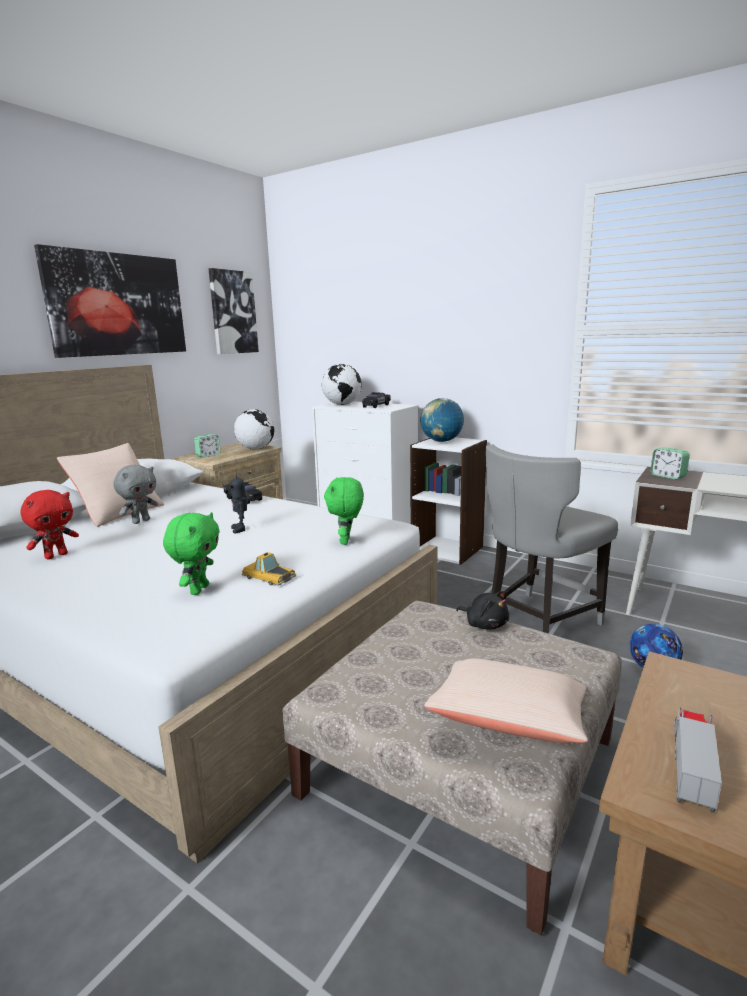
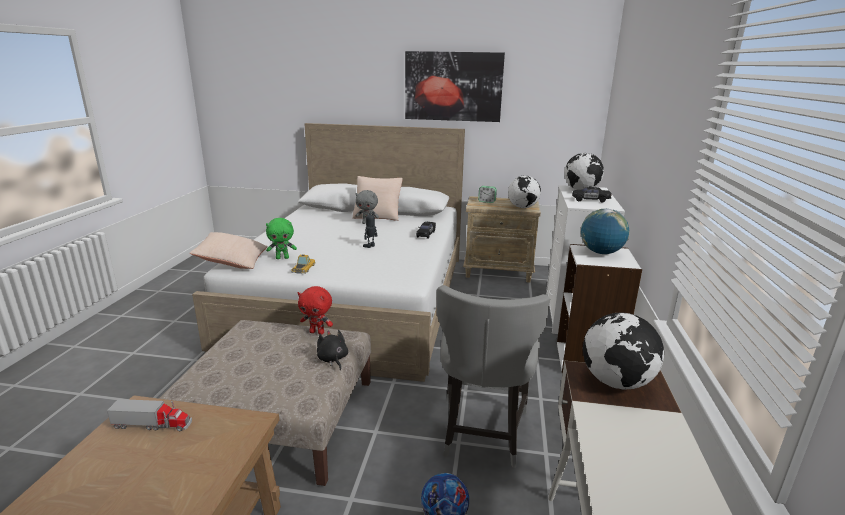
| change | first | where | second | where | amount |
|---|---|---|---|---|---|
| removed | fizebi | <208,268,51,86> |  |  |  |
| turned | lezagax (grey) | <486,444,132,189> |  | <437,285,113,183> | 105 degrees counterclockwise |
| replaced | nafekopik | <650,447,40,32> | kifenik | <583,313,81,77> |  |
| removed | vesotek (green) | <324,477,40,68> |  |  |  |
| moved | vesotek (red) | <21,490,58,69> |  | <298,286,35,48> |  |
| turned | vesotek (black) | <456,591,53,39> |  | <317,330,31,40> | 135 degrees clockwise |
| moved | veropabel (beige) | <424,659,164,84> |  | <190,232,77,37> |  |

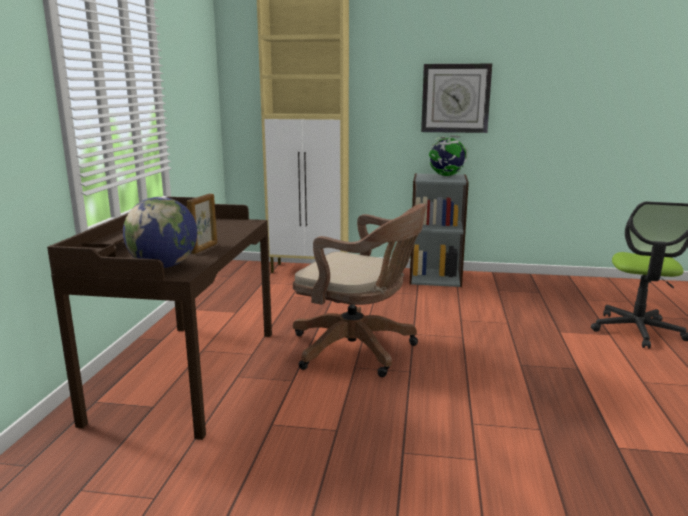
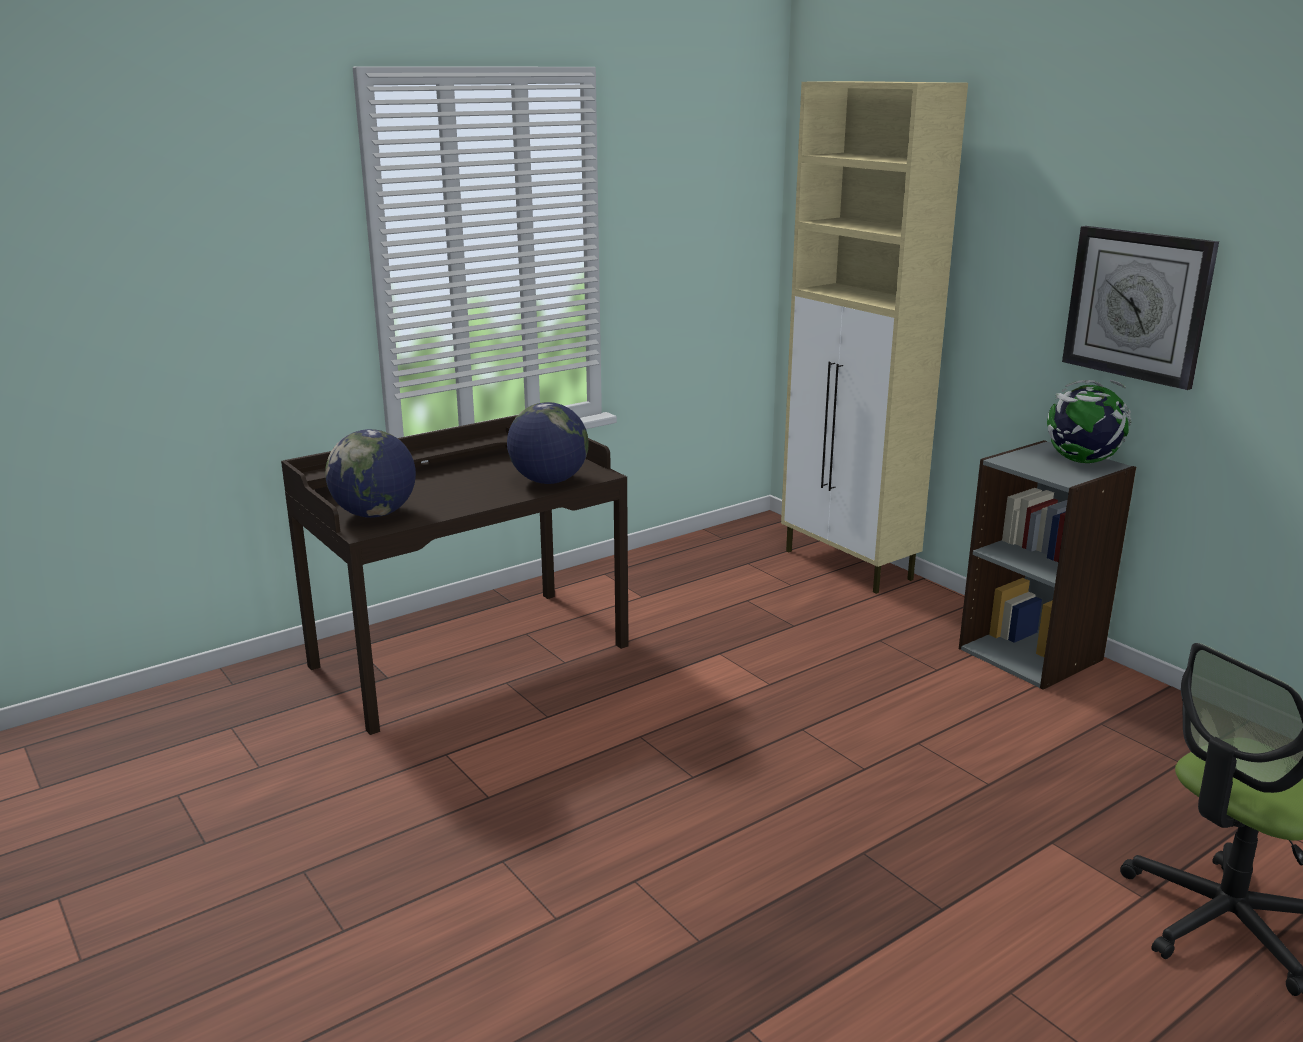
| change | first | where | second | where | amount |
|---|---|---|---|---|---|
| removed | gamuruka | <187,194,30,60> |  |  |  |
| removed | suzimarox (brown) | <293,204,134,173> |  |  |  |
| added |  |  | kifenik | <507,402,82,82> |  |

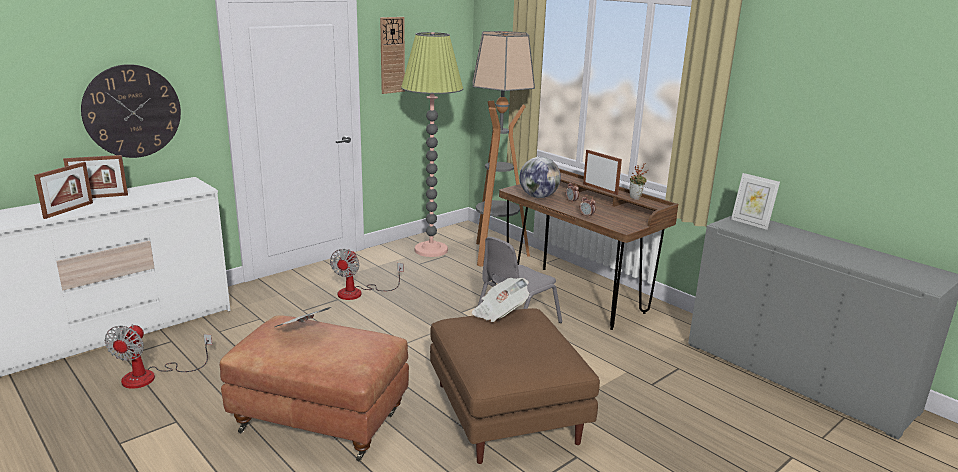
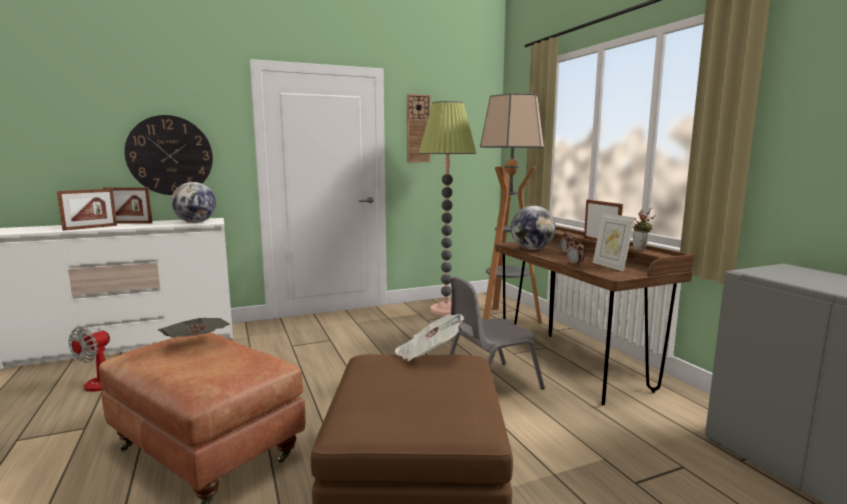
| change | first | where | second | where | amount |
|---|---|---|---|---|---|
| moved | gamuruka | <731,173,49,57> |  | <593,213,42,58> |  |
| removed | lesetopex | <330,249,73,51> |  |  |  |
| added |  |  | kifenik | <171,182,45,41> |  |

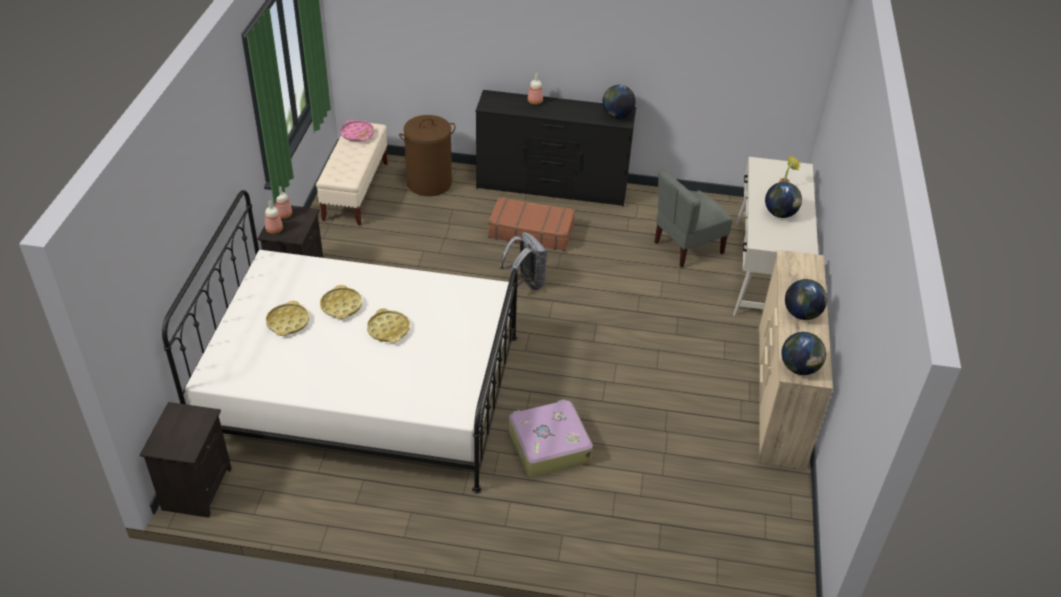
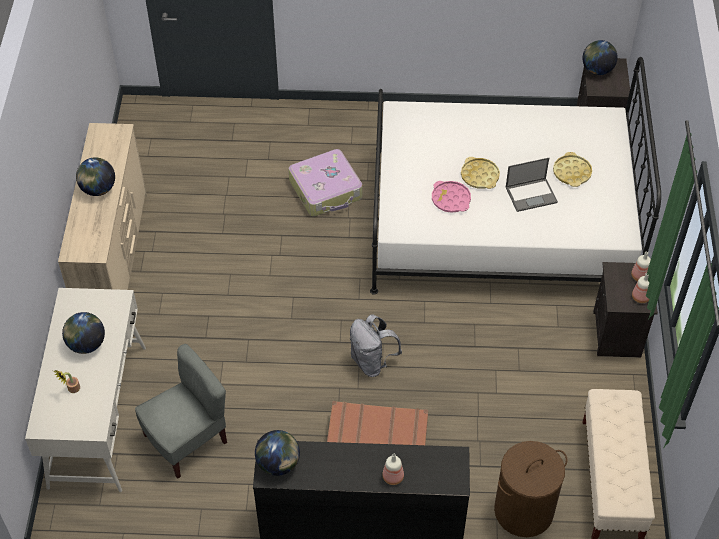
| change | first | where | second | where | amount |
|---|---|---|---|---|---|
| moved | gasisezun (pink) | <340,120,34,21> |  | <432,181,39,32> |  |
| replaced | gasisezun (yellow) | <320,285,42,34> | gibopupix | <506,158,52,54> |  |
| moved | kifenik | <781,332,45,43> |  | <582,40,36,35> |  |

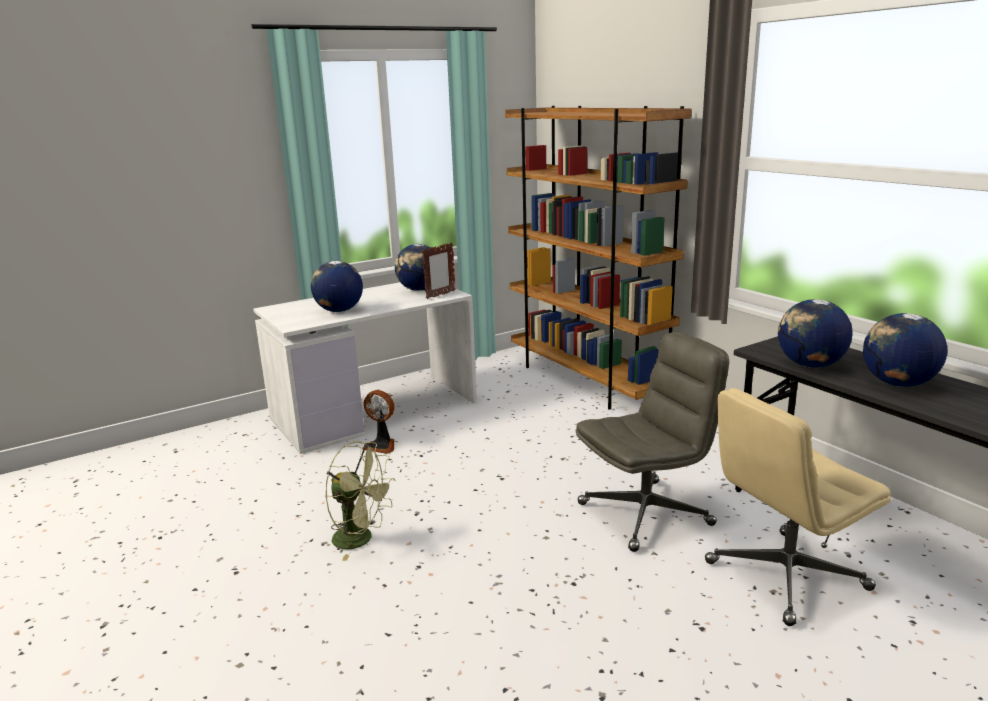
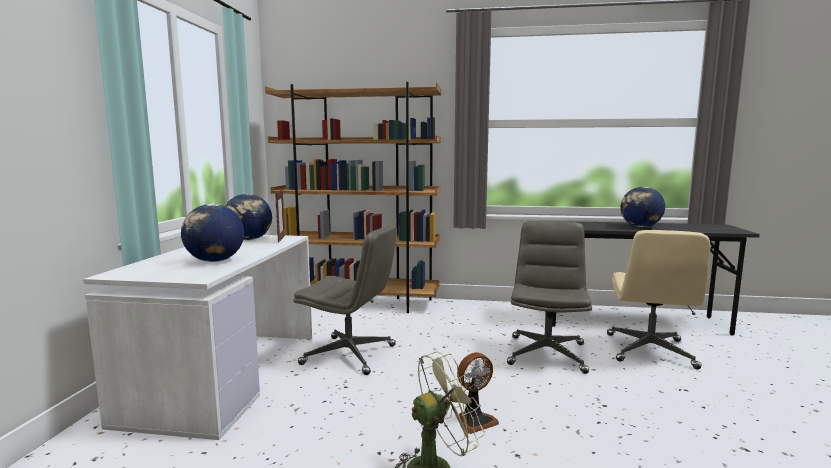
| change | first | where | second | where | amount |
|---|---|---|---|---|---|
| removed | kifenik | <778,299,75,69> |  |  |  |
| moved | lesetopex | <362,390,32,64> |  | <457,352,42,82> |  |
| added |  |  | suzimarox (grey) | <294,226,103,149> |  |

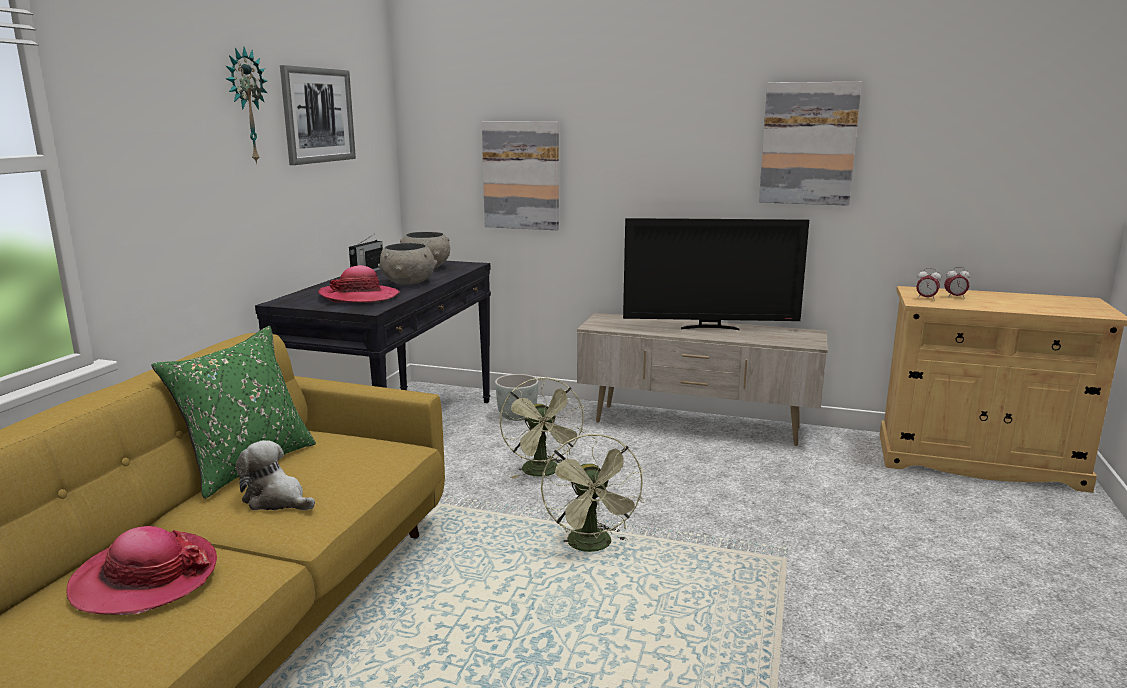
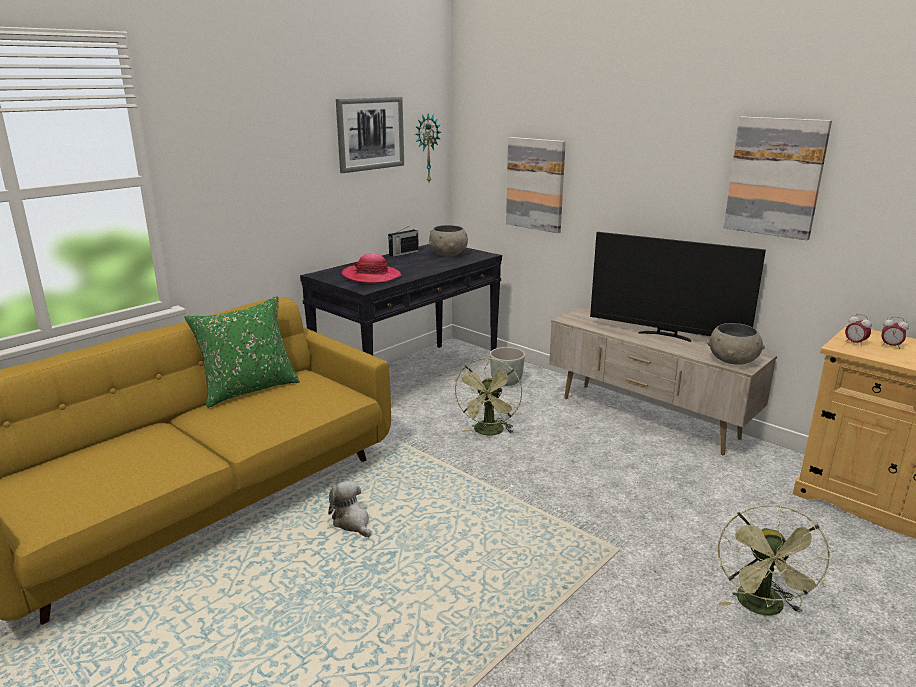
| change | first | where | second | where | amount |
|---|---|---|---|---|---|
| moved | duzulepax | <226,47,41,117> |  | <415,113,26,69> |  |
| moved | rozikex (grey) | <378,243,59,42> |  | <707,323,58,42> |  |
| moved | lesetopex (green) | <541,433,103,119> |  | <718,505,114,110> |  |
| moved | vesotek | <236,440,79,70> |  | <328,481,43,56> |  |
| removed | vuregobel | <66,526,151,89> |  |  |  |

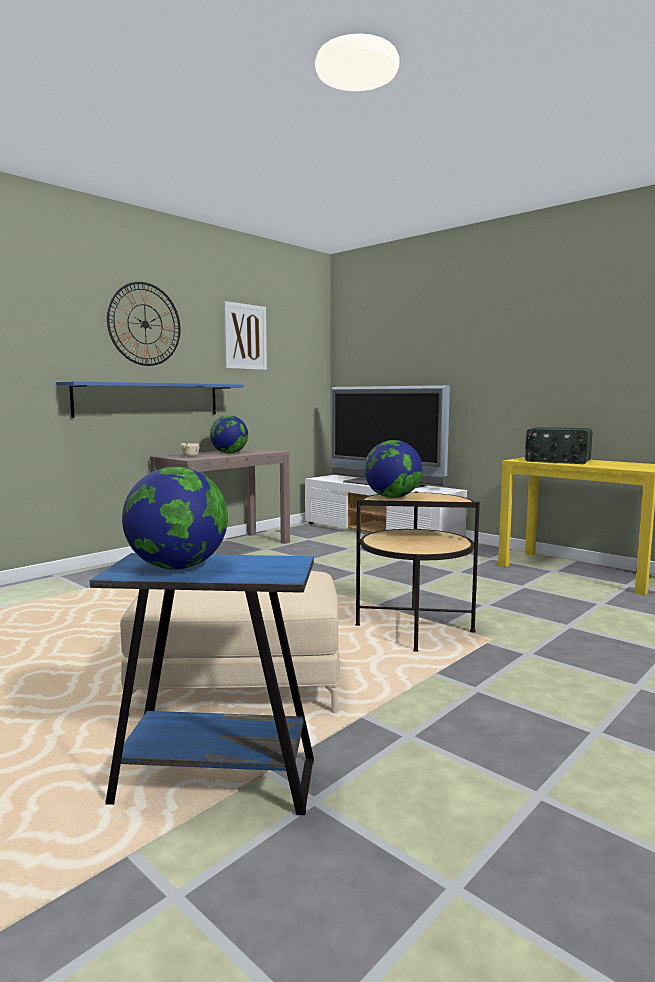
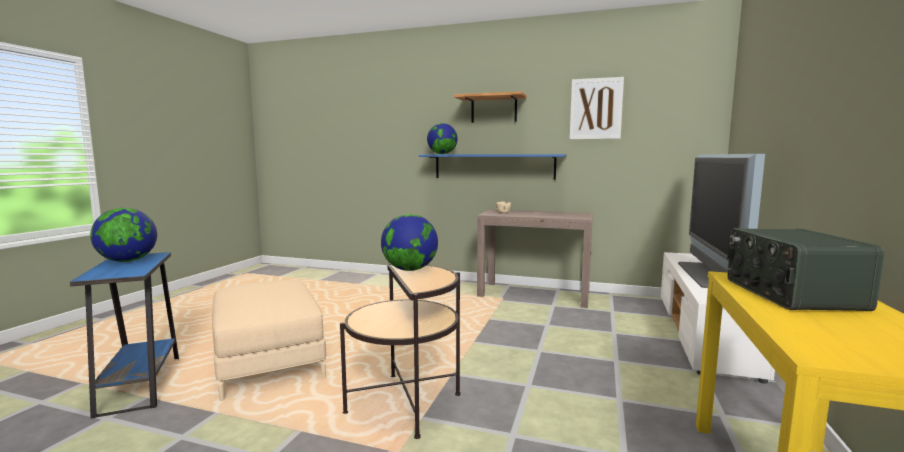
| change | first | where | second | where | amount |
|---|---|---|---|---|---|
| replaced | duzulepax | <107,282,73,84> | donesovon | <454,91,73,32> |  |
| moved | kifenik | <210,415,38,38> |  | <427,123,31,31> |  |

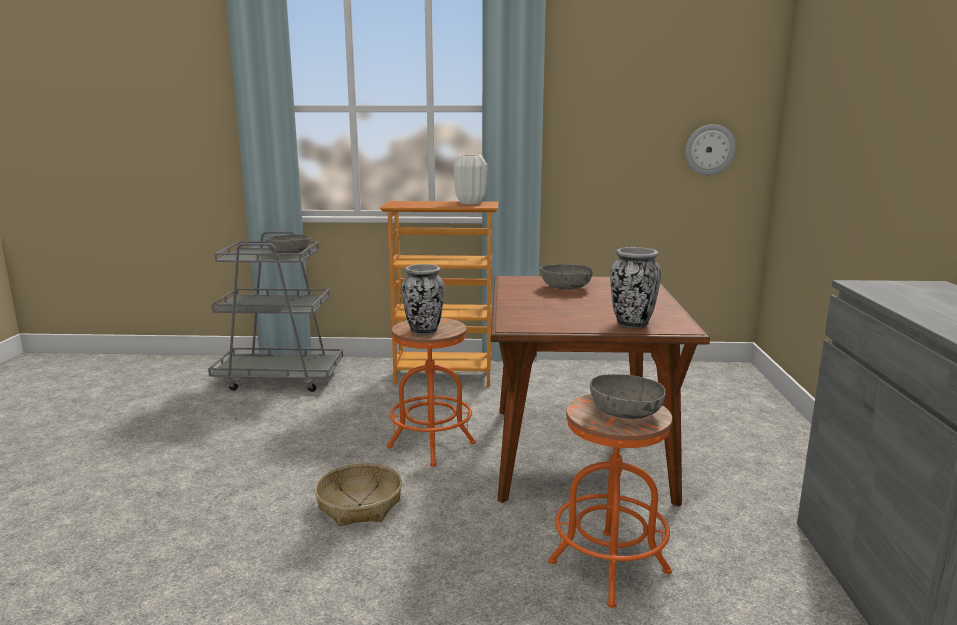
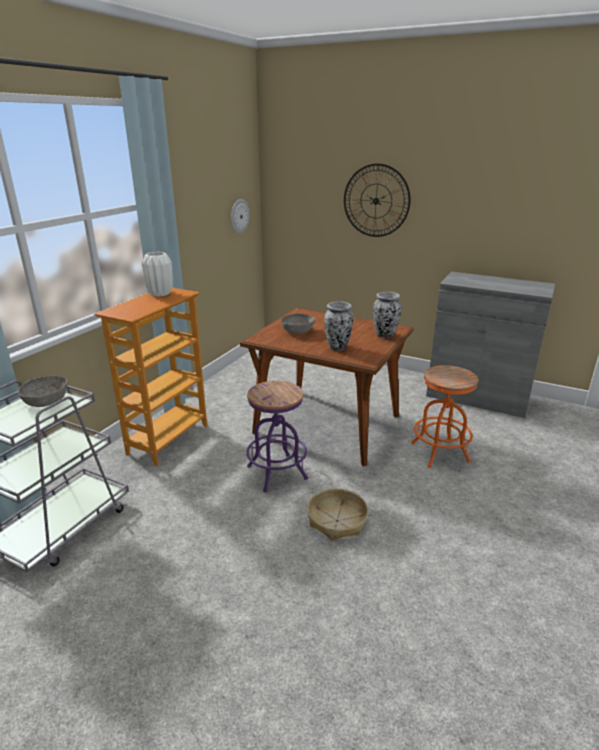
| change | first | where | second | where | amount |
|---|---|---|---|---|---|
| moved | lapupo | <402,264,42,70> |  | <324,301,29,50> |  |
| recoloured | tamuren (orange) | <387,318,89,149> | tamuren (purple) | <246,381,62,111> |  |
| removed | rozikex (grey) | <590,374,76,45> |  |  |  |
| added |  |  | duzulepax | <344,164,67,73> |  |

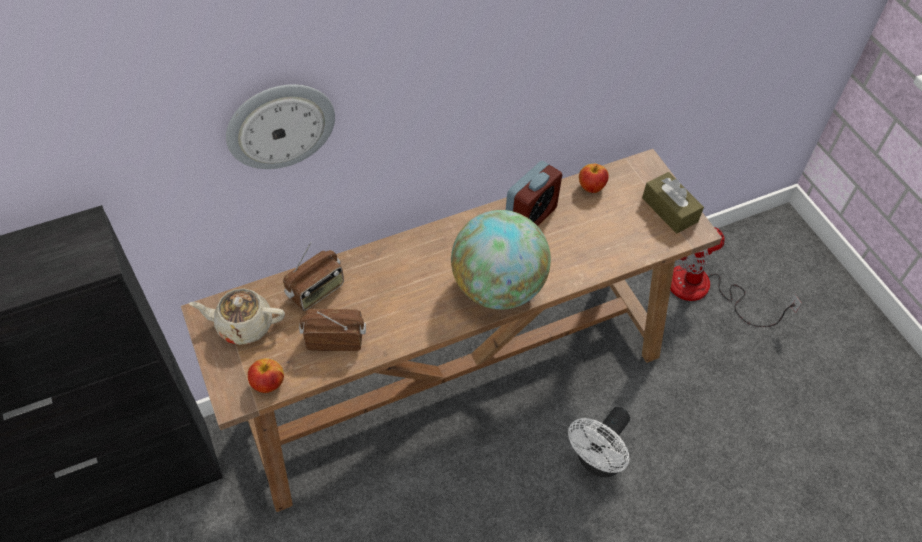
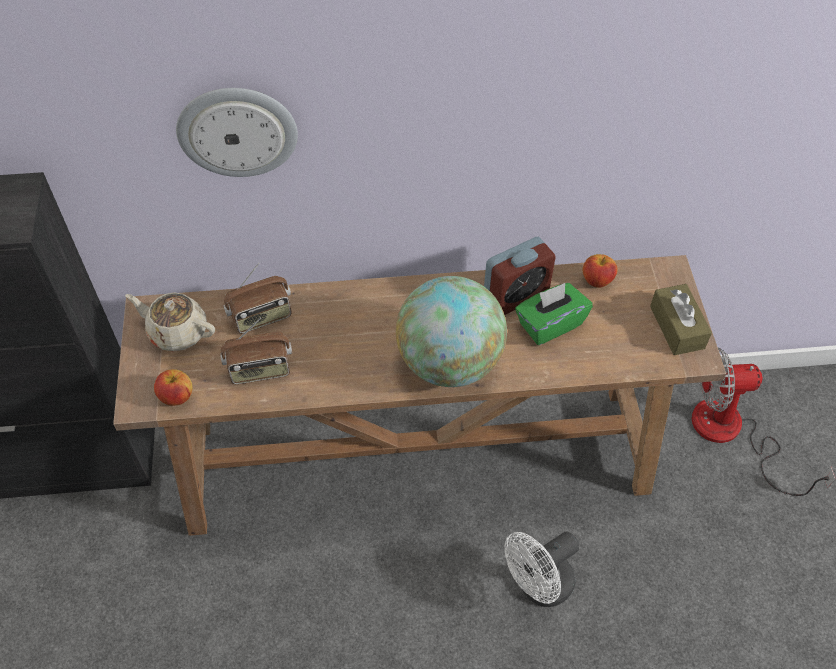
| change | first | where | second | where | amount |
|---|---|---|---|---|---|
| turned | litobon | <299,309,67,42> |  | <220,318,72,66> | 150 degrees clockwise |
| added |  |  | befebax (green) | <515,283,78,62> |  |

